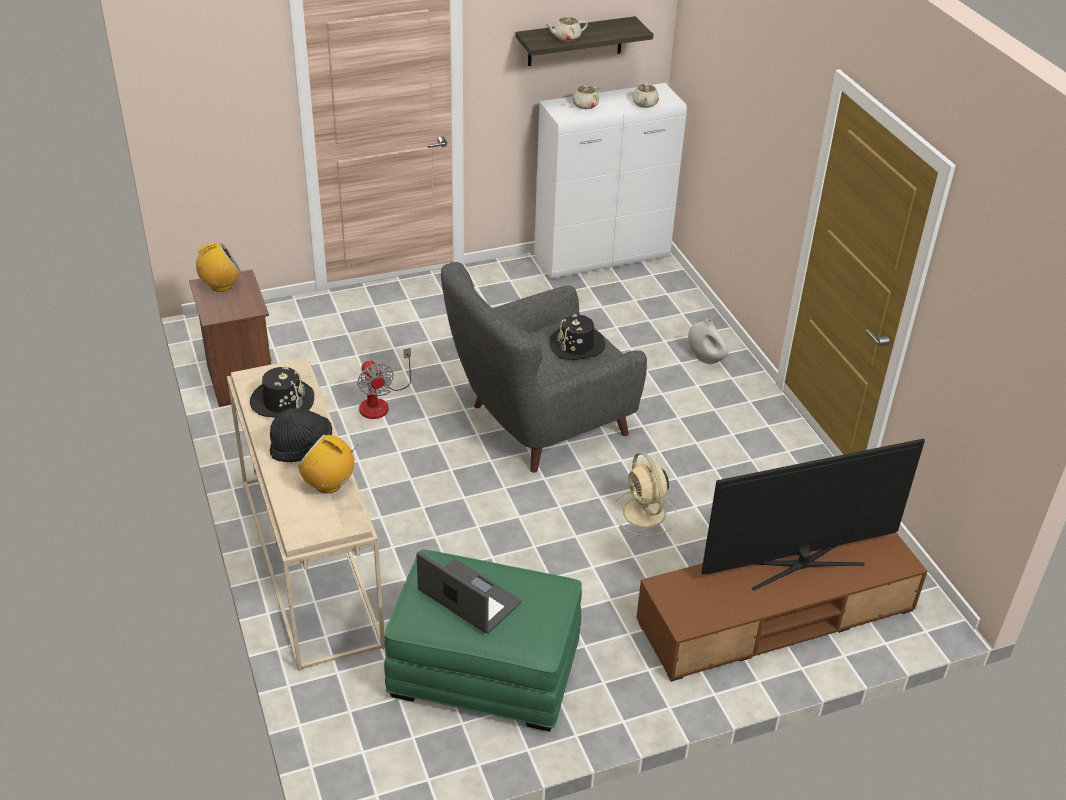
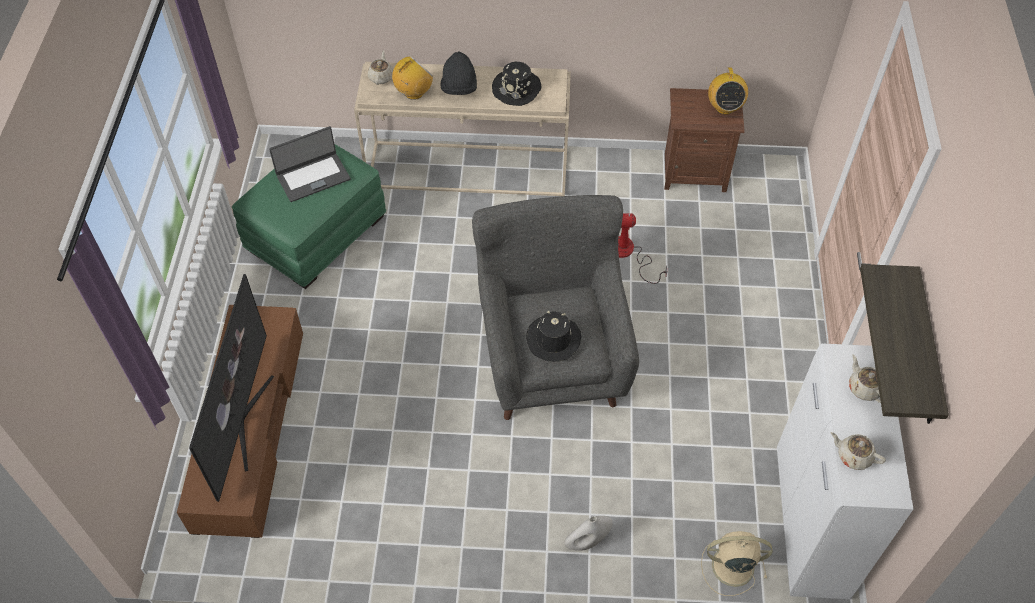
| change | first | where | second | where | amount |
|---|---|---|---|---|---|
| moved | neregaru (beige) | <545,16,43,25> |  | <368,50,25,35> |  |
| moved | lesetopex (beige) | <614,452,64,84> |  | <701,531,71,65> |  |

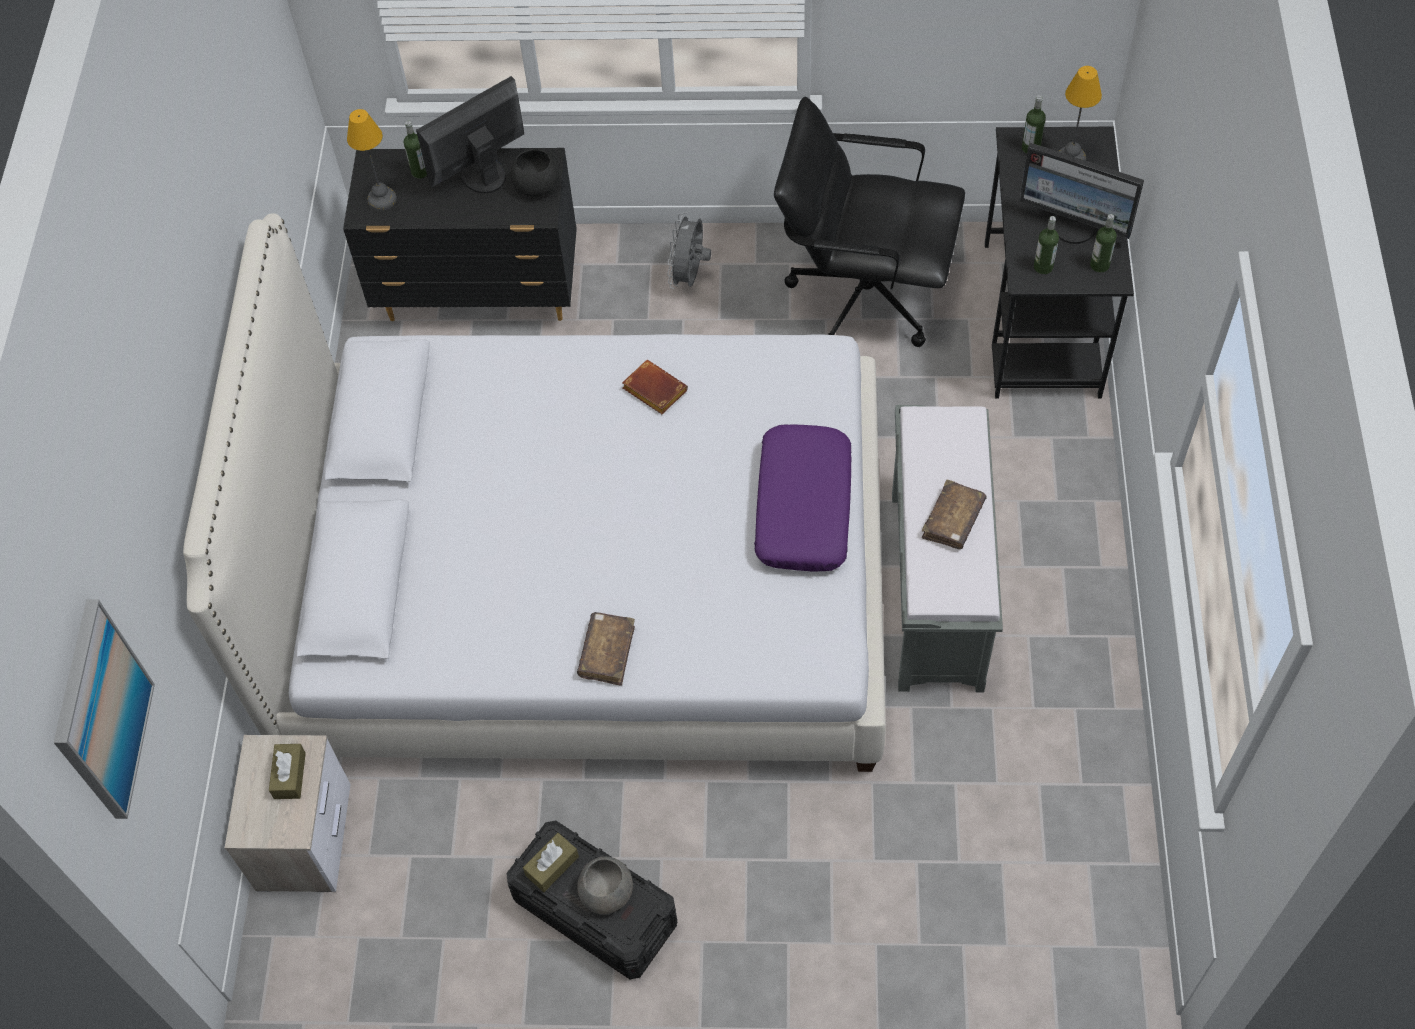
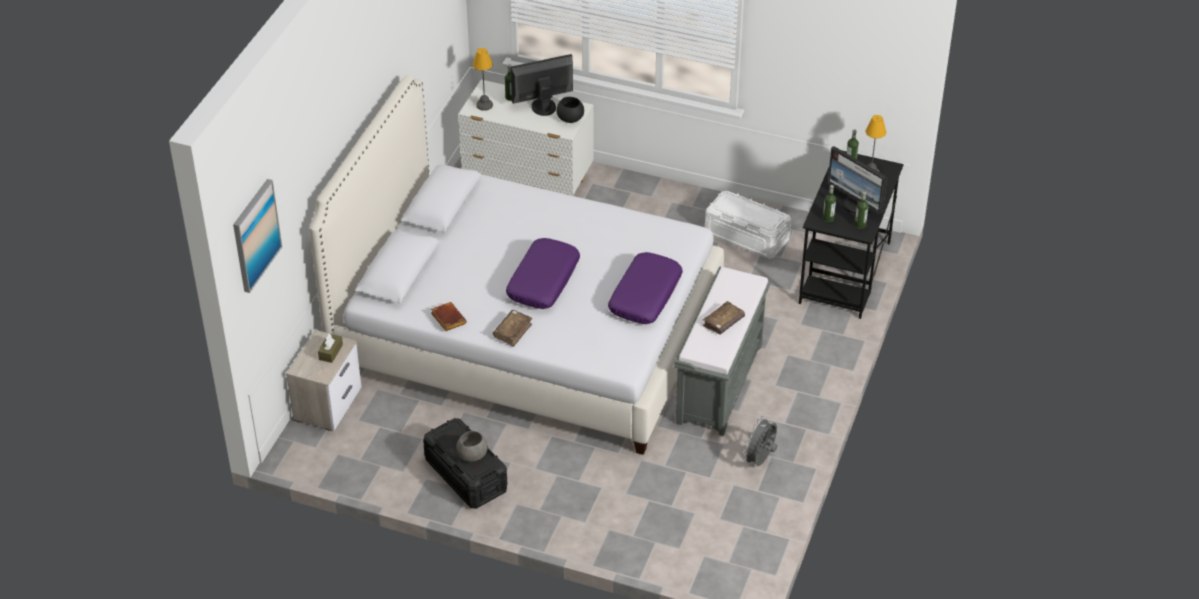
| change | first | where | second | where | amount |
|---|---|---|---|---|---|
| replaced | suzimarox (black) | <774,97,191,250> | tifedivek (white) | <705,191,86,68> |  |
| recoloured | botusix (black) | <343,148,234,173> | botusix (white) | <458,80,136,116> |  |
| moved | lesetopex (grey) | <667,212,44,77> |  | <742,416,35,50> |  |
| moved | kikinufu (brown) | <622,360,66,54> |  | <431,302,36,29> |  |
| removed | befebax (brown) | <523,833,56,59> |  |  |  |
| added |  |  | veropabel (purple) | <506,238,74,71> |  |

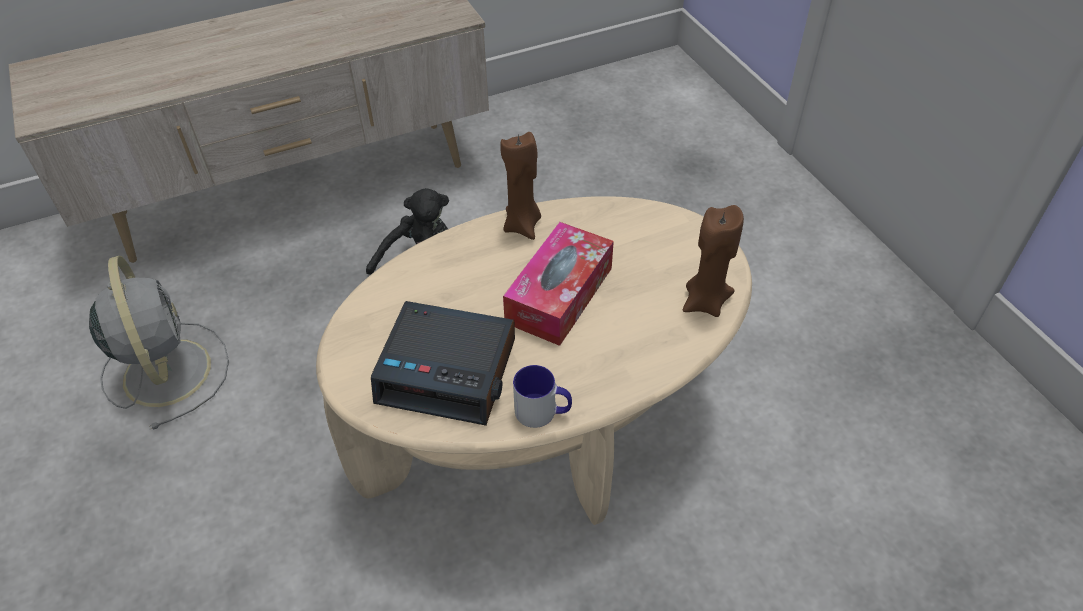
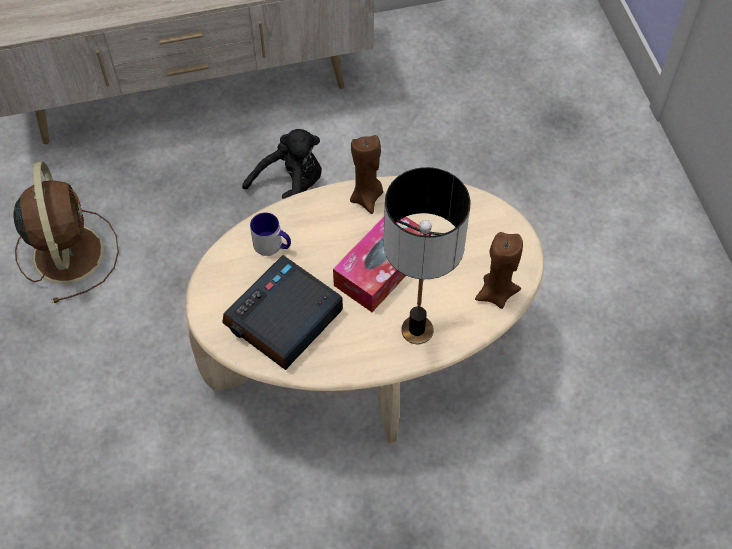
| change | first | where | second | where | amount |
|---|---|---|---|---|---|
| recoloured | lesetopex (grey) | <89,256,140,174> | lesetopex (brown) | <13,161,106,142> |  |
| turned | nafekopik | <371,301,144,125> |  | <222,255,121,115> | 105 degrees clockwise |
| moved | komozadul | <513,365,59,63> |  | <250,212,41,44> |  |
| added |  |  | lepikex | <384,167,86,177> |  |

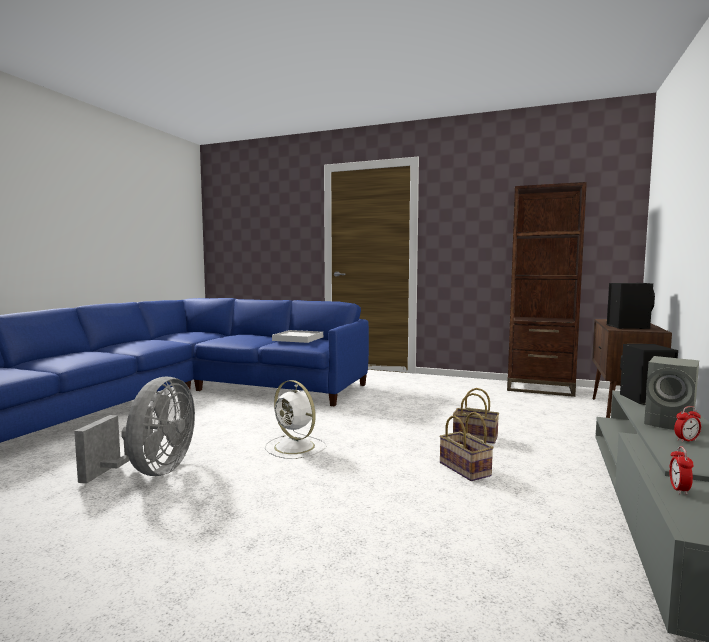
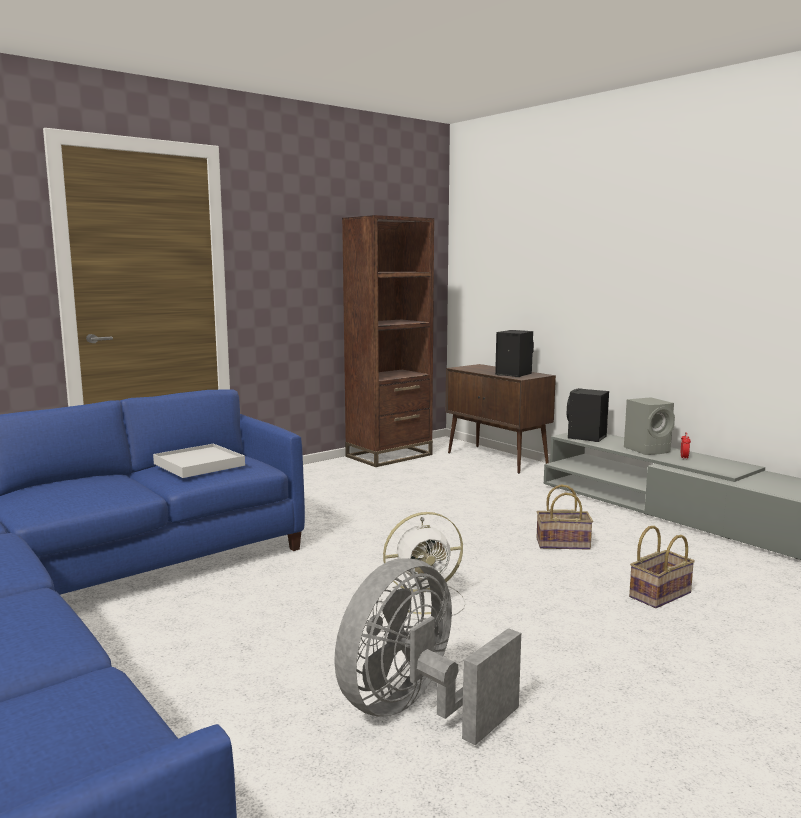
| change | first | where | second | where | amount |
|---|---|---|---|---|---|
| turned | lesetopex (grey) | <74,377,121,107> |  | <334,558,187,187> | 90 degrees counterclockwise |
| moved | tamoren | <453,388,46,56> |  | <629,526,66,82> |  |
| removed | nafekopik | <669,446,25,49> |  |  |  |

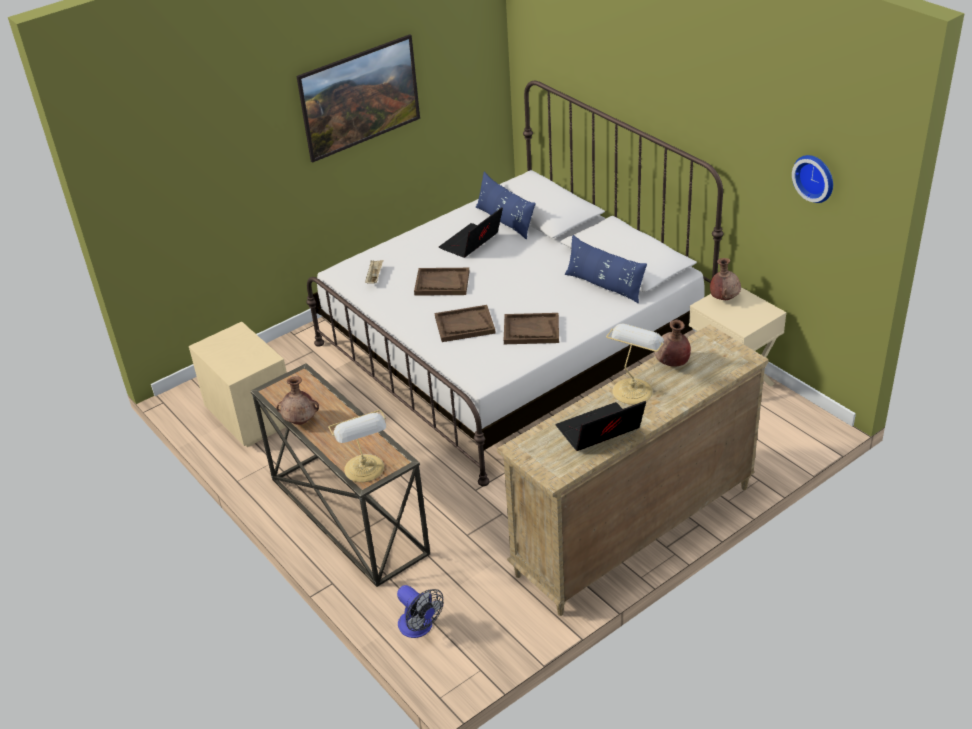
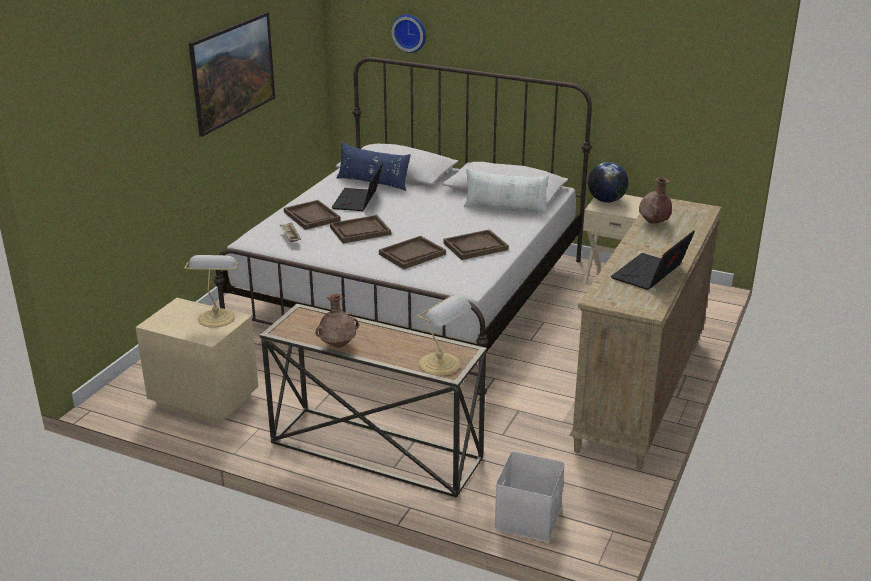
| change | first | where | second | where | amount |
|---|---|---|---|---|---|
| moved | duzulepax | <792,155,41,48> |  | <391,14,35,39> |  |
| recoloured | veropabel (blue) | <565,235,82,68> | veropabel (white) | <464,168,85,46> |  |
| replaced | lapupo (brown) | <710,258,31,42> | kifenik | <588,162,41,41> |  |
| moved | lepikex | <606,324,58,81> |  | <184,255,54,73> |  |
| replaced | lesetopex | <397,585,46,53> | tifedivek (white) | <494,451,71,91> |  |
| added |  |  | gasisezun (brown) | <284,200,57,30> |  |

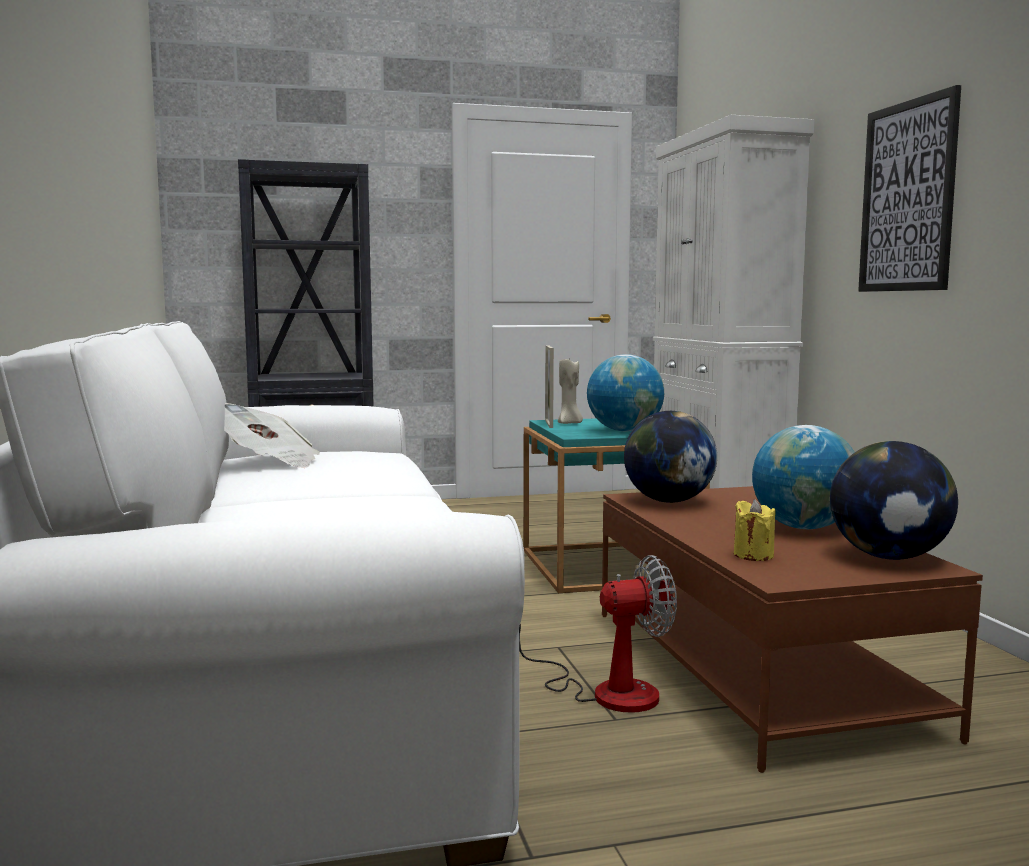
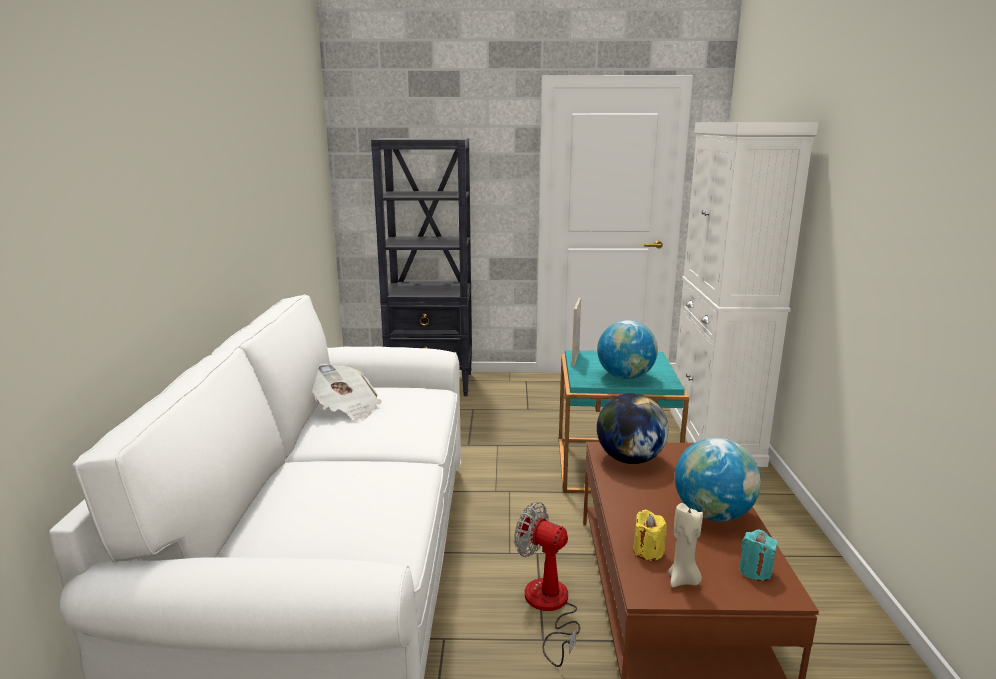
| change | first | where | second | where | amount |
|---|---|---|---|---|---|
| removed | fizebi | <858,85,103,207> |  |  |  |
| moved | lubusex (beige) | <558,359,25,65> |  | <668,503,35,84> |  |
| replaced | kifenik | <830,441,128,119> | lubusex (turquoise) | <739,530,39,51> |  |
| turned | lesetopex | <519,555,158,158> |  | <515,502,65,165> | 150 degrees counterclockwise |

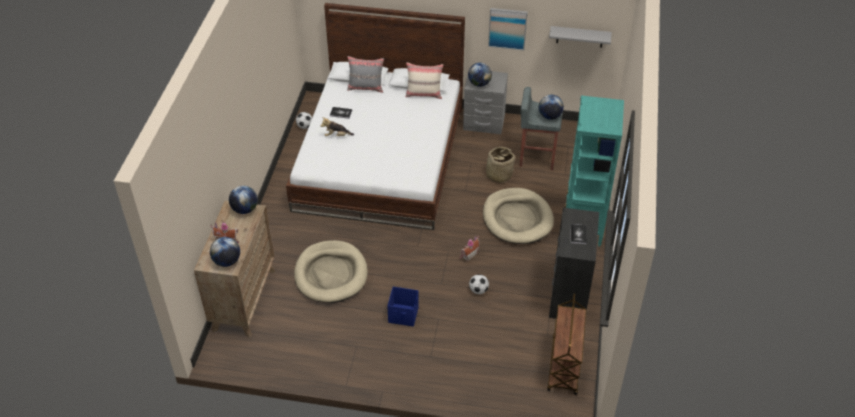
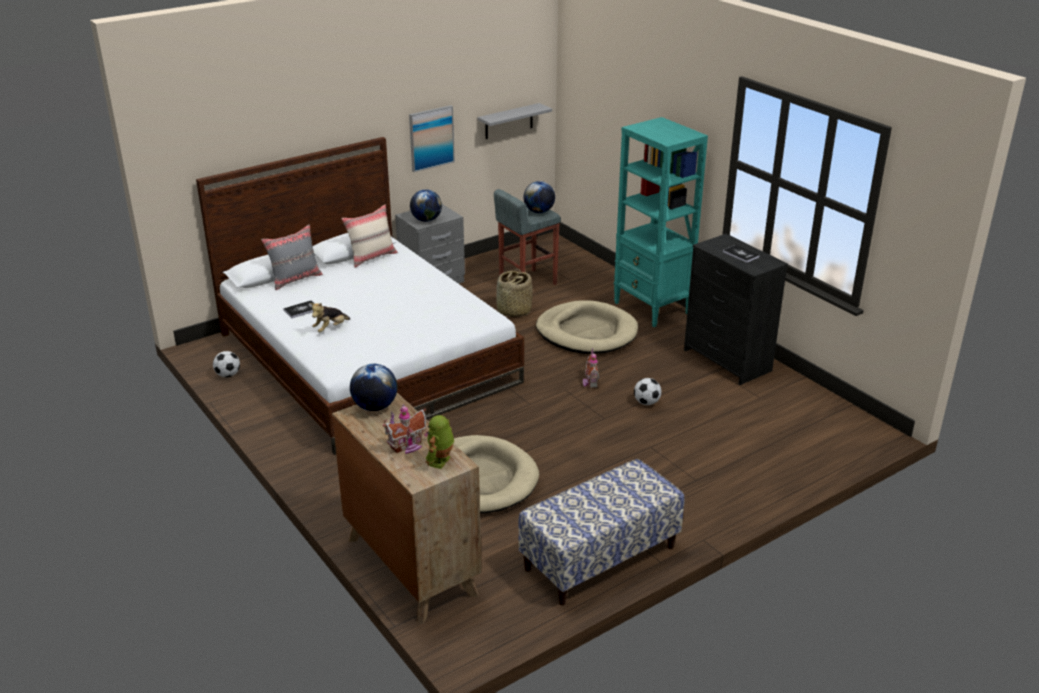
| change | first | where | second | where | amount |
|---|---|---|---|---|---|
| replaced | kifenik | <210,237,30,30> | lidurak | <426,415,28,54> |  |
| removed | tifedivek (blue) | <387,287,32,40> |  |  |  |
| removed | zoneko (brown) | <547,293,39,102> |  |  |  |
| added |  |  | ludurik | <518,459,167,147> |  |

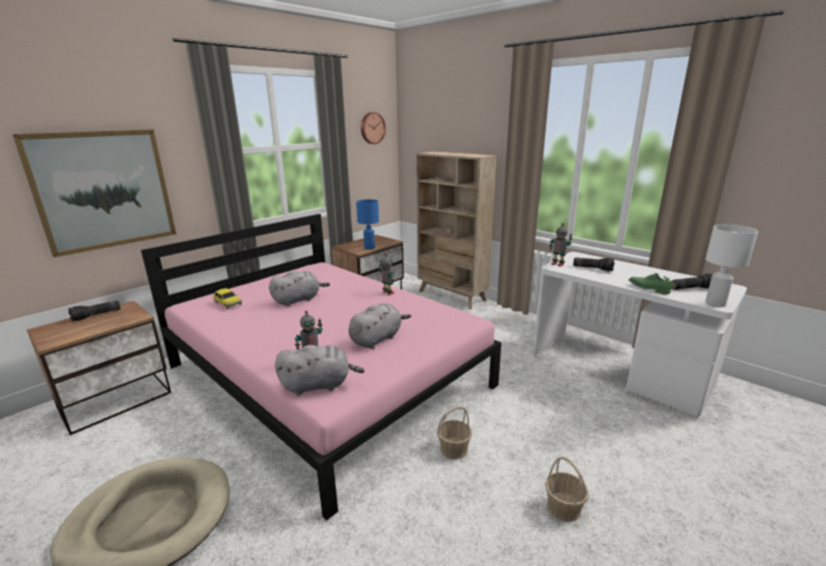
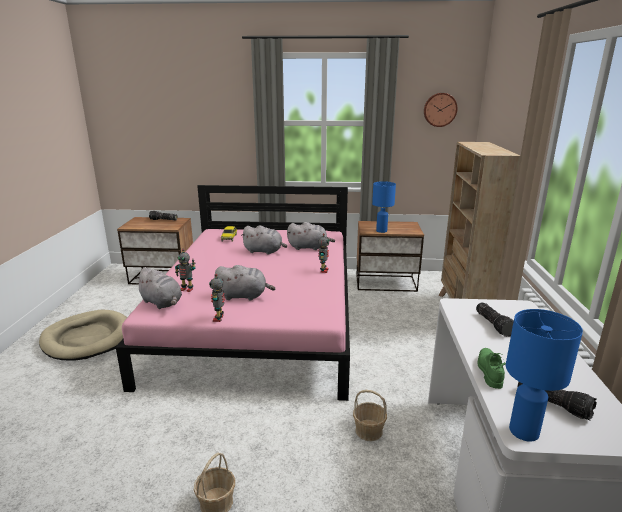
| change | first | where | second | where | amount |
|---|---|---|---|---|---|
| removed | fizebi | <12,129,164,128> |  |  |  |
| moved | lidurak | <549,223,23,44> |  | <209,274,16,48> |  |
| recoloured | lepikex (white) | <705,224,53,83> | lepikex (blue) | <506,309,77,133> |  |
| moved | tamoren | <437,406,35,53> |  | <353,390,34,51> |  |
| added |  |  | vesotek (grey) | <287,222,48,28> |  |

